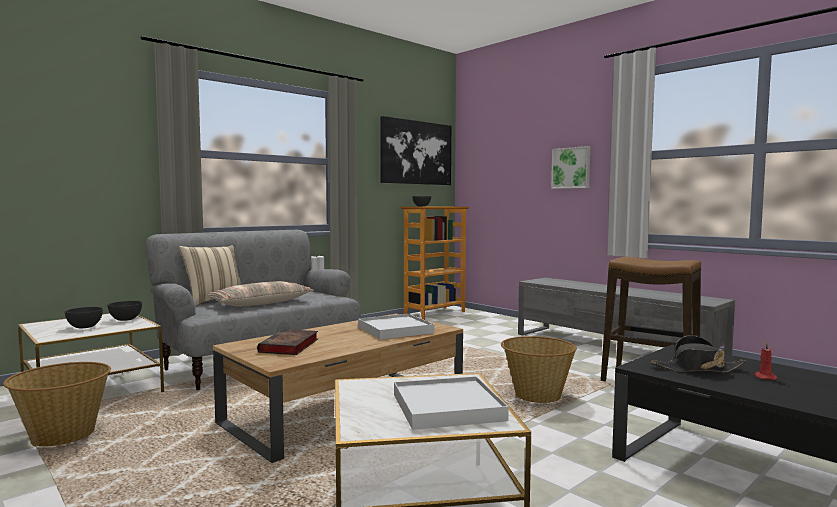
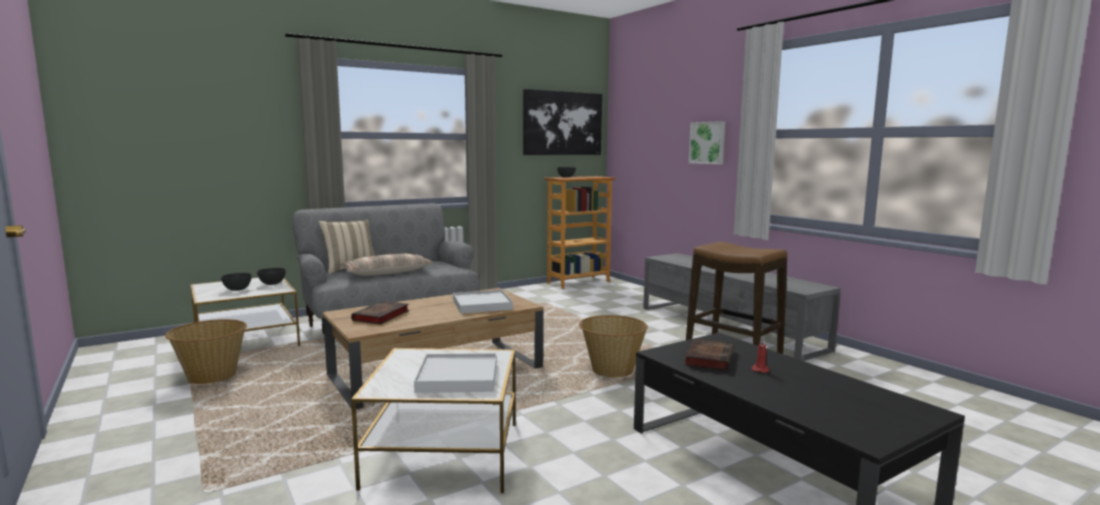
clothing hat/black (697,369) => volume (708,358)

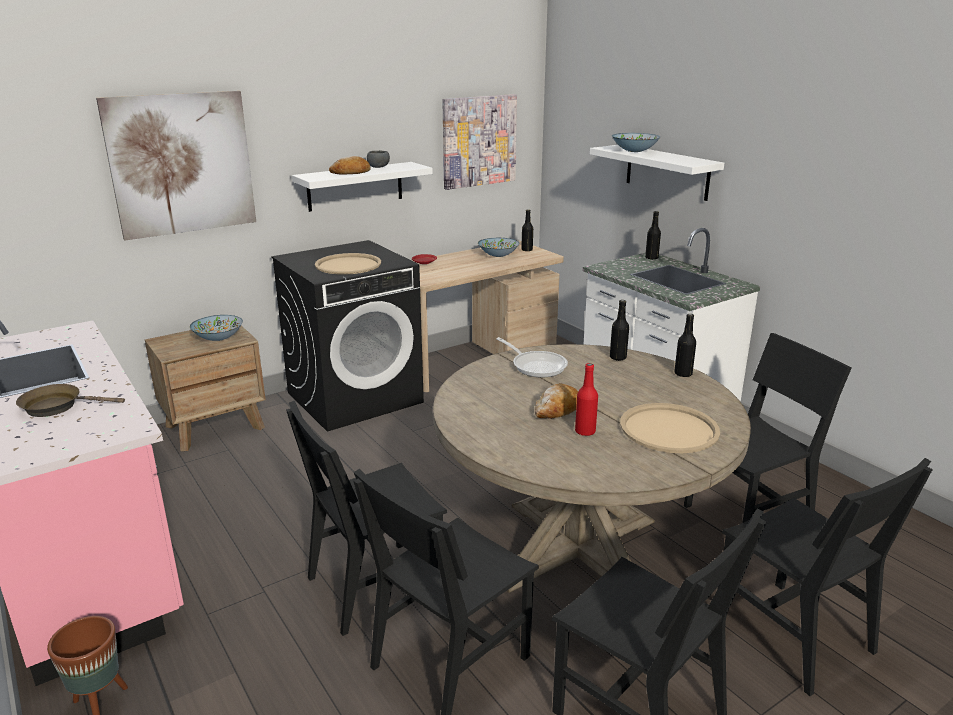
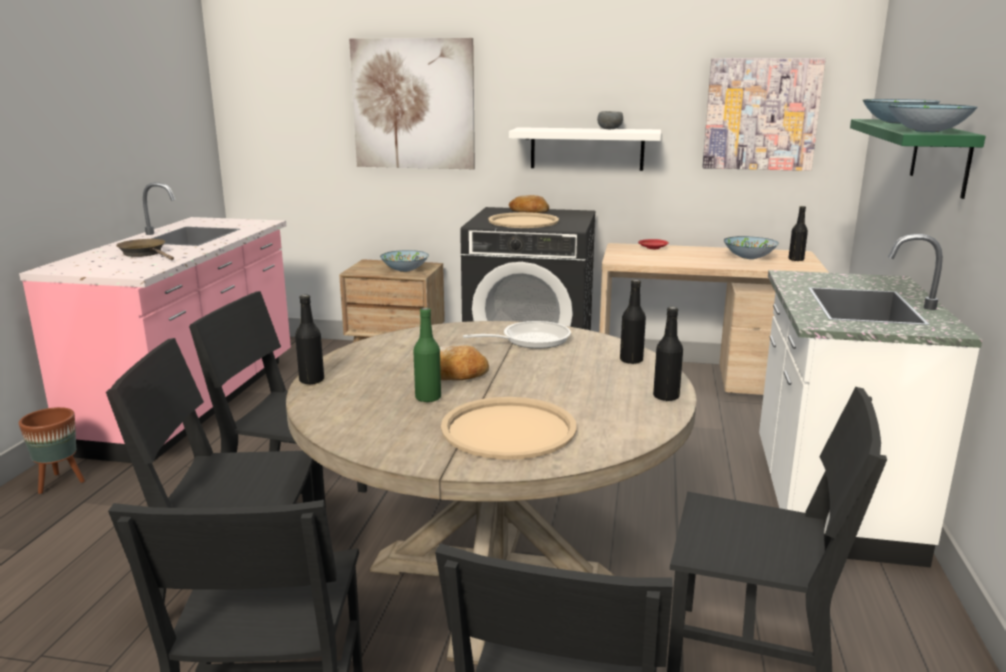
bottle/black (651,258) => bottle/black (311,380), shifted
bottle/reddish (585,431) => bottle/green-coloured (428,398)
pan (536,366) => pan (530,340), 120 degrees counterclockwise
bread (351,173) => bread (529,211), shifted
bracket shelf/white (667,172) => bracket shelf/green-coloured (940,156)
nothing => deep dish (927,131)

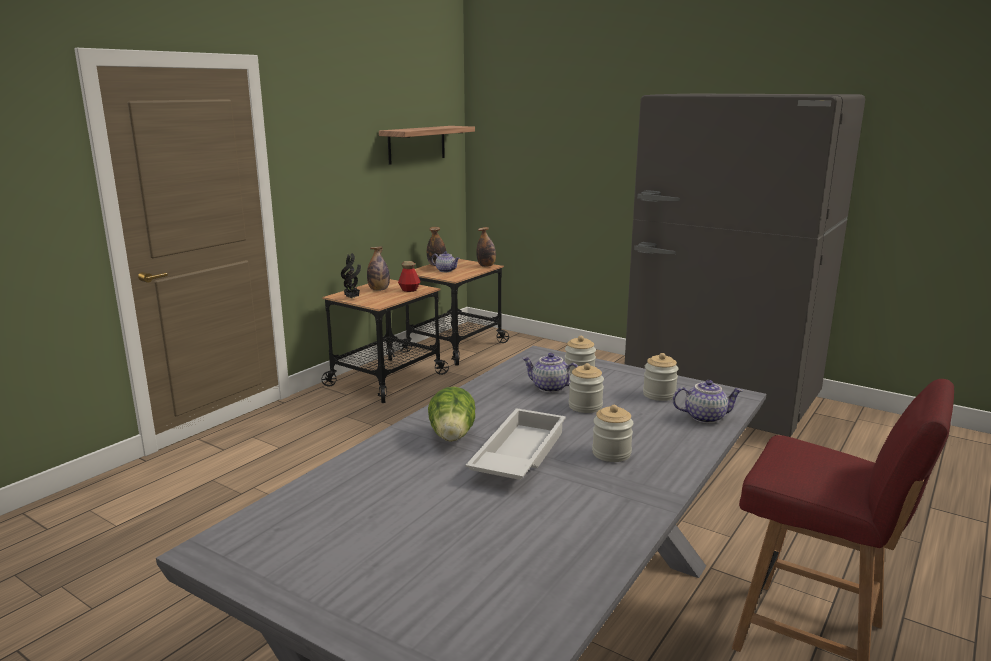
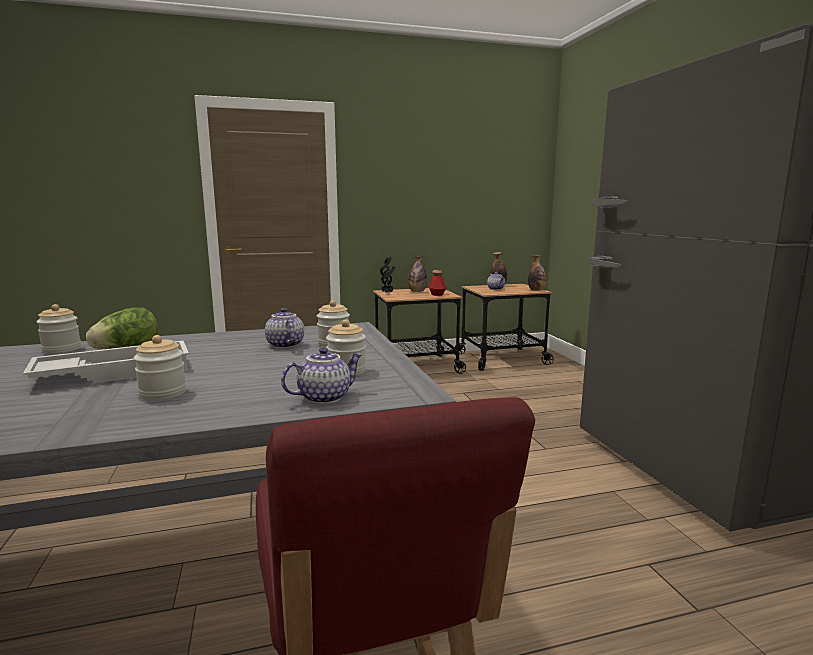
jar (585,406) => jar (62,349), shifted
tea pot (705,417) => tea pot (324,397), 75 degrees counterclockwise
bracket shelf (417,144) => nothing

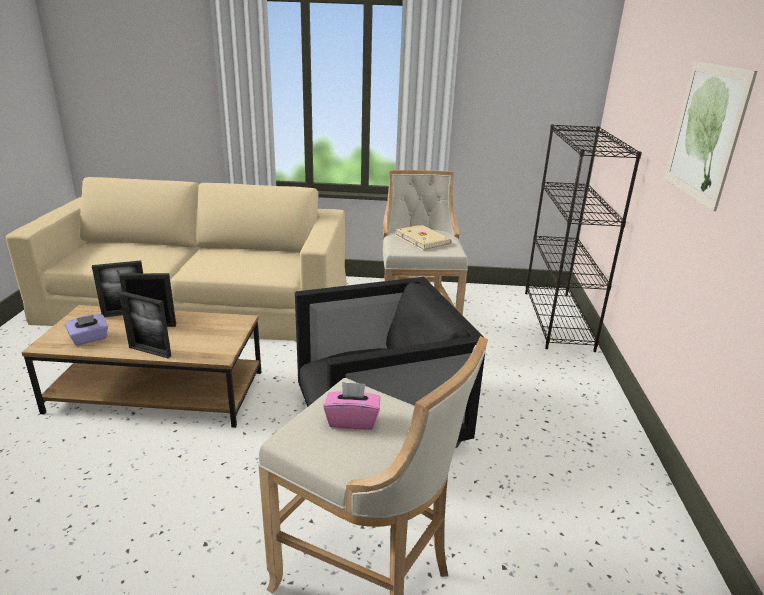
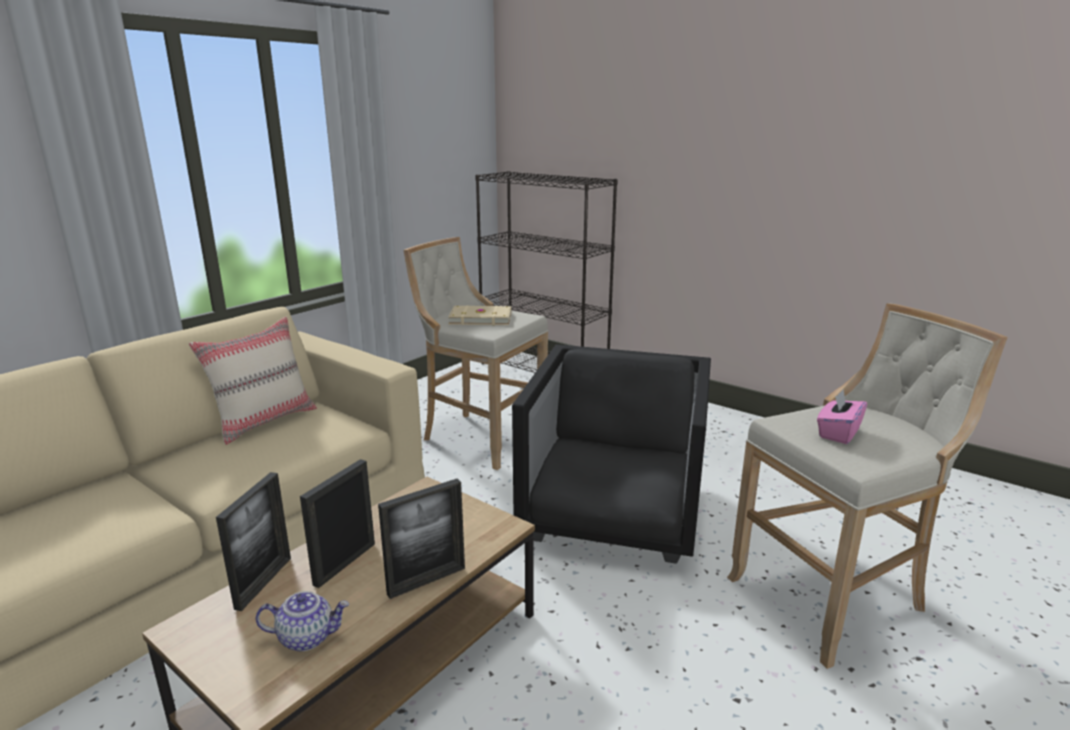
nothing => throw pillow/beige (264,421)
tissue box/purple (89,339) => tea pot (307,637)
picture (705,132) => nothing

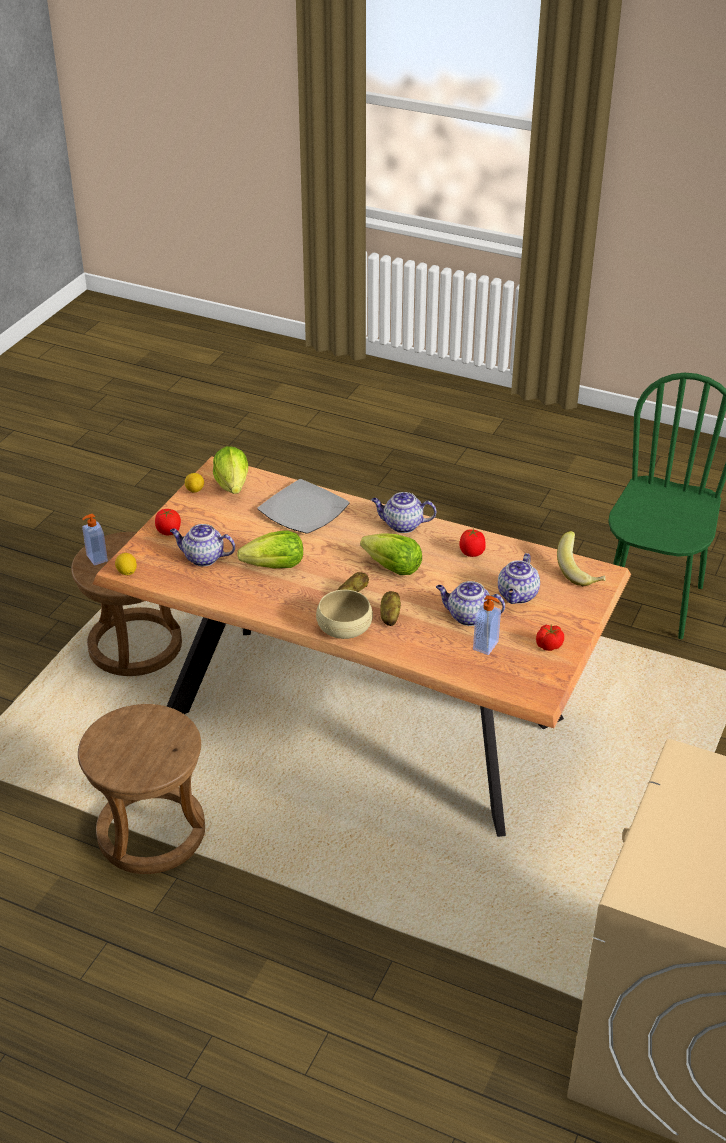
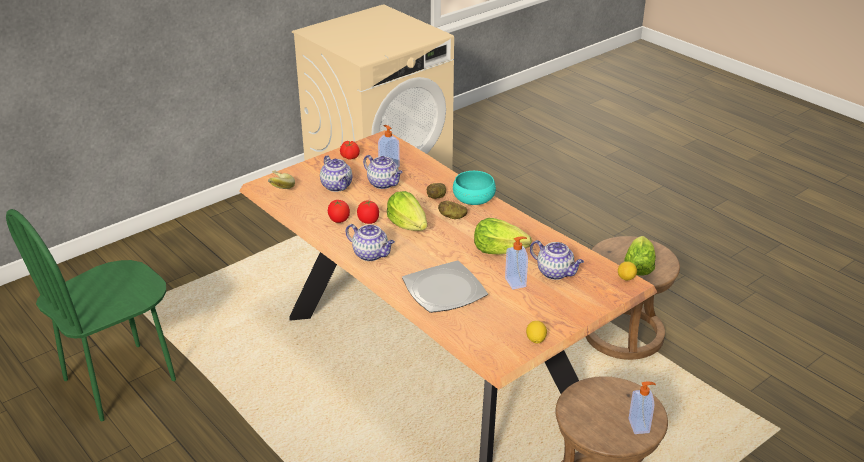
tea pot (517,596) => tea pot (337,186), 105 degrees clockwise
whole tomato (168,532) => whole tomato (368,221), shifted
deep dish/beige (344,627) => deep dish/turquoise-coloured (473,198)
nothing => liquid soap bottle (516,282)
lettuce (232,485) => lettuce (638,267), shifted

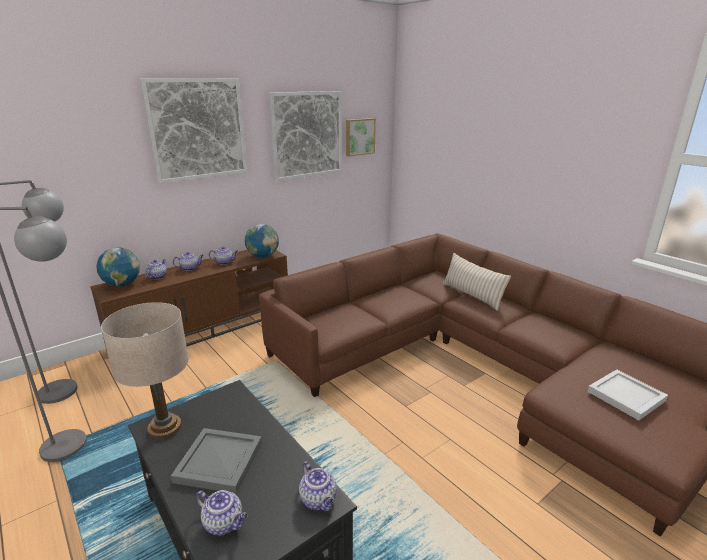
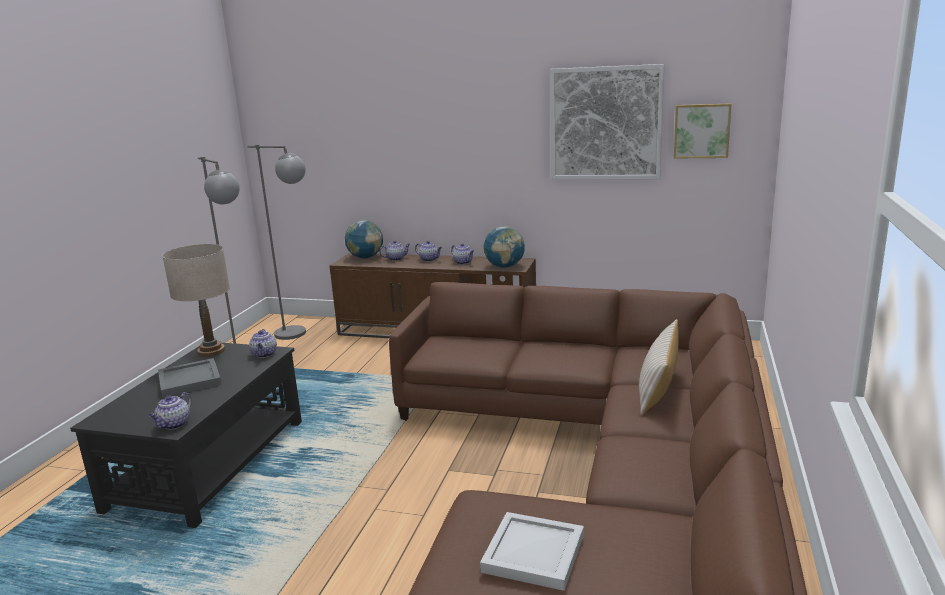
tea pot (224,523) => tea pot (264,354), shifted
picture (197,129) => nothing

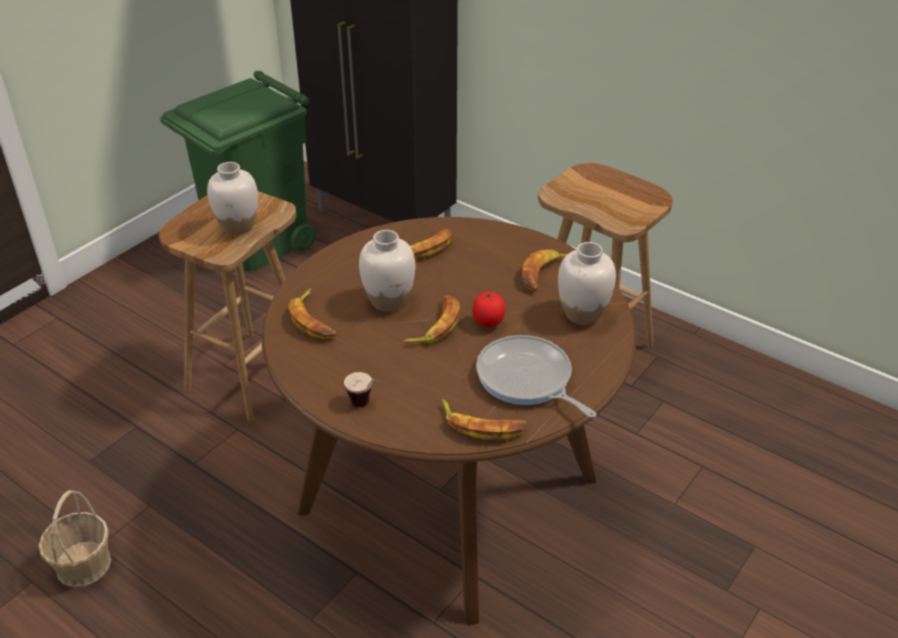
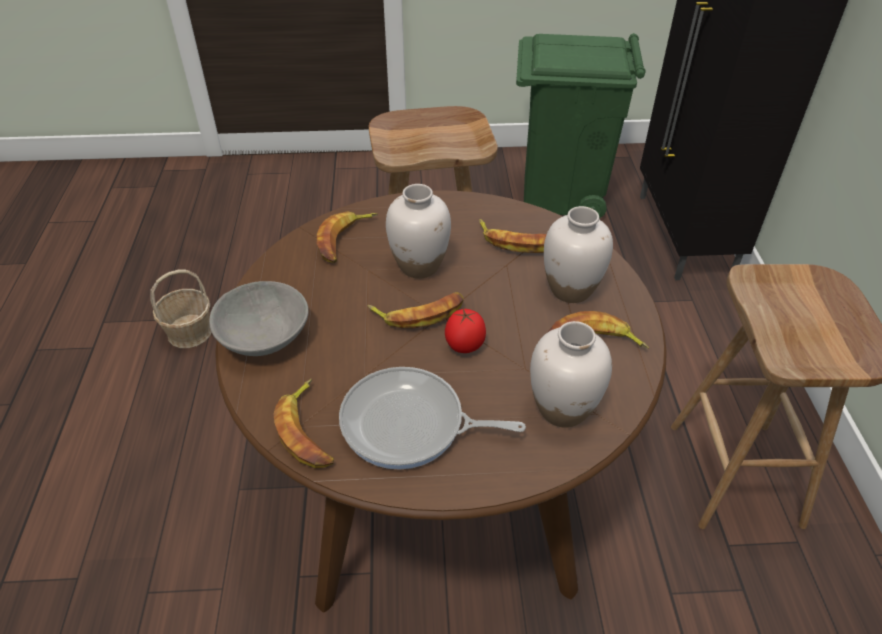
cup (368,406) => deep dish/greyish (265,337)
pan (527,379) => pan (409,425), 90 degrees counterclockwise
vase/white (238,227) => vase/white (570,290), shifted

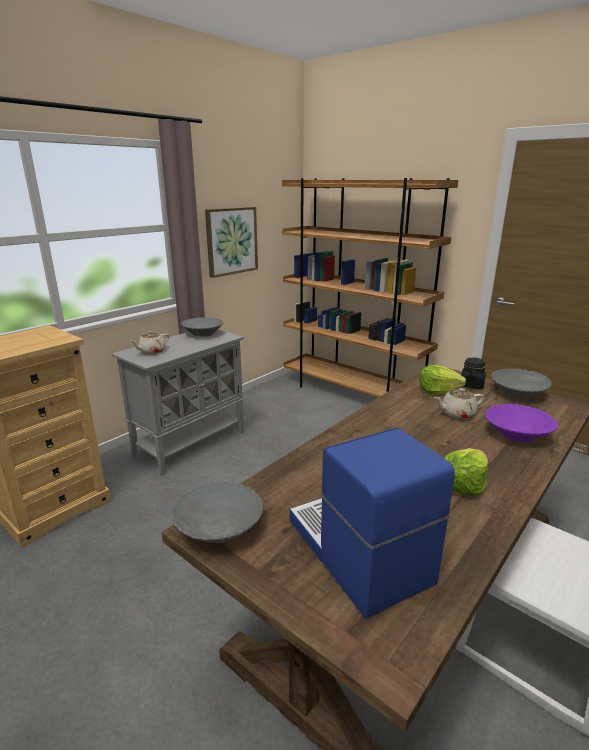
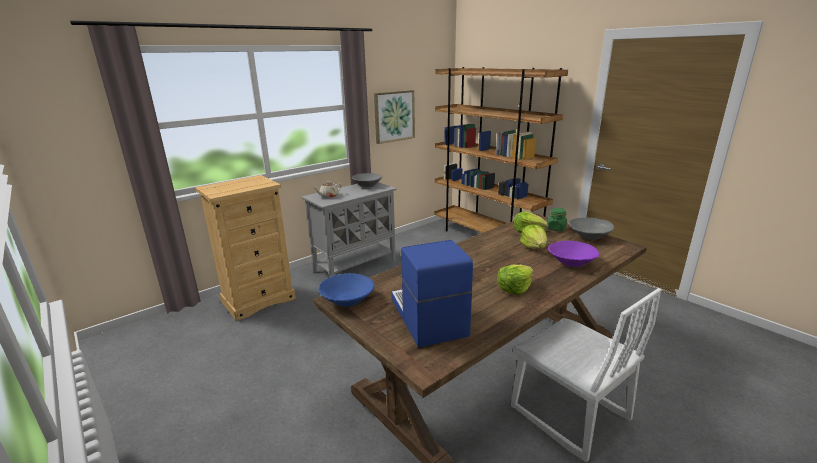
deep dish/greyish (219,528) => deep dish/blue-coloured (347,300)
tea pot/beige (457,413) => lettuce (534,247)
jar/black (471,385) => jar/green-coloured (556,228)

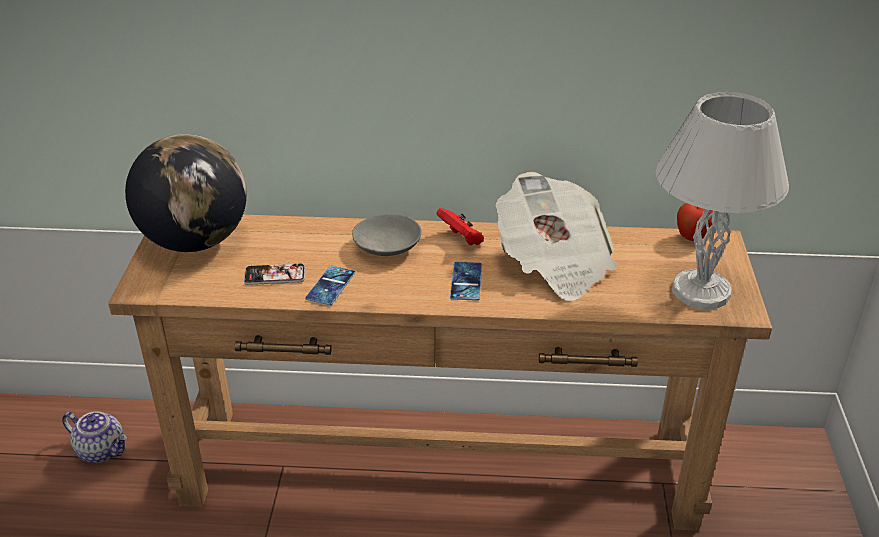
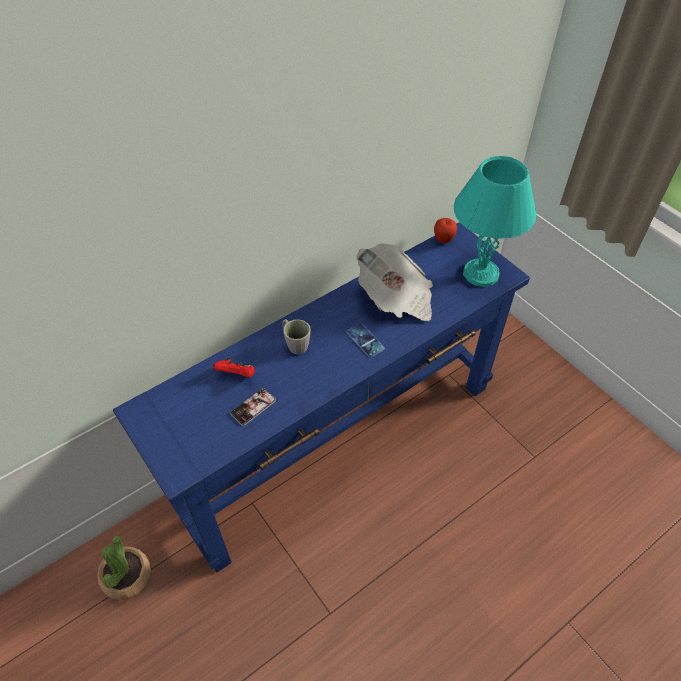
tea pot (102,450) => potted plant (126,576)
console table/brown-coloured (440,468) => console table/blue-coloured (338,442)
joypad/reddish (461,239) => joypad/reddish (237,375), shifted
deep dish/greyish (386,246) => mug/greyish (295,343)
table lamp/white (698,290) => table lamp/turquoise-coloured (479,274)
globe (195,241) => nothing
handset (330,286) => nothing

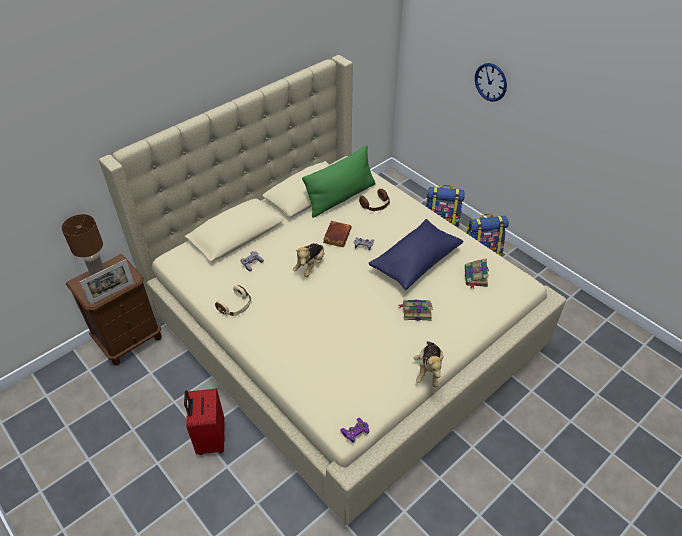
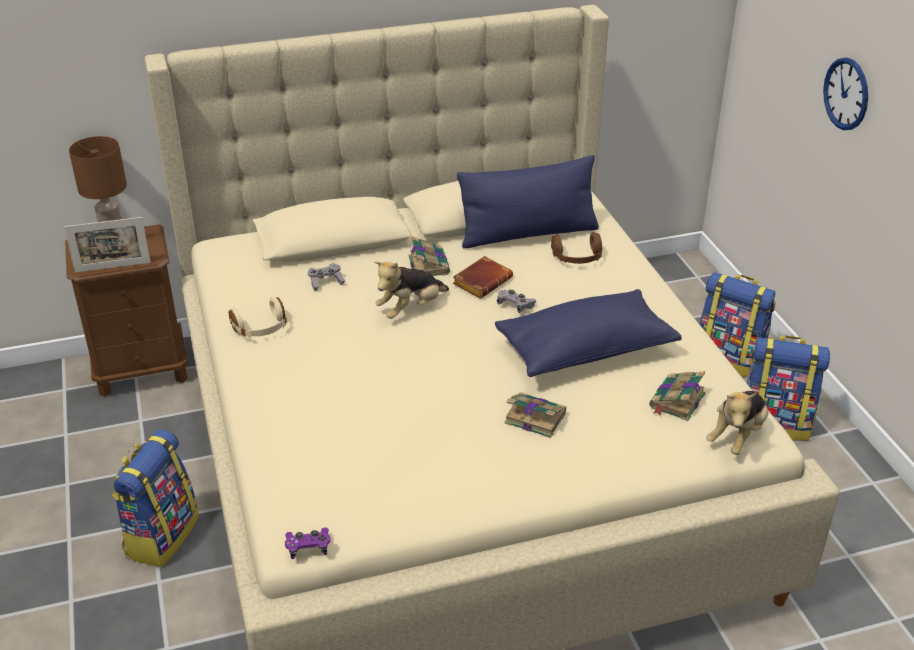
suitcase/reddish (210,439) => rucksack (161,535)
nothing => volume (428,264)
throw pillow/green-coloured (341,197) => throw pillow/blue-coloured (528,234)
soft toy (428,370) => soft toy (737,436), shifted

